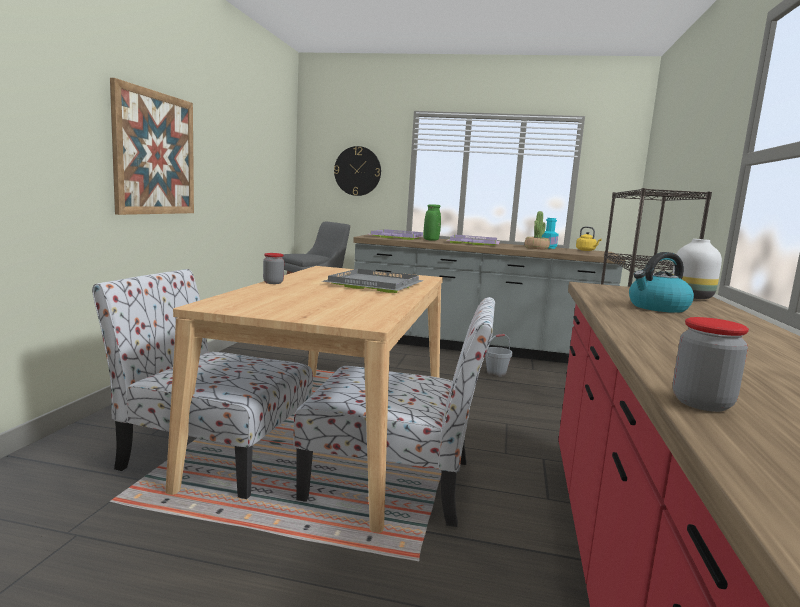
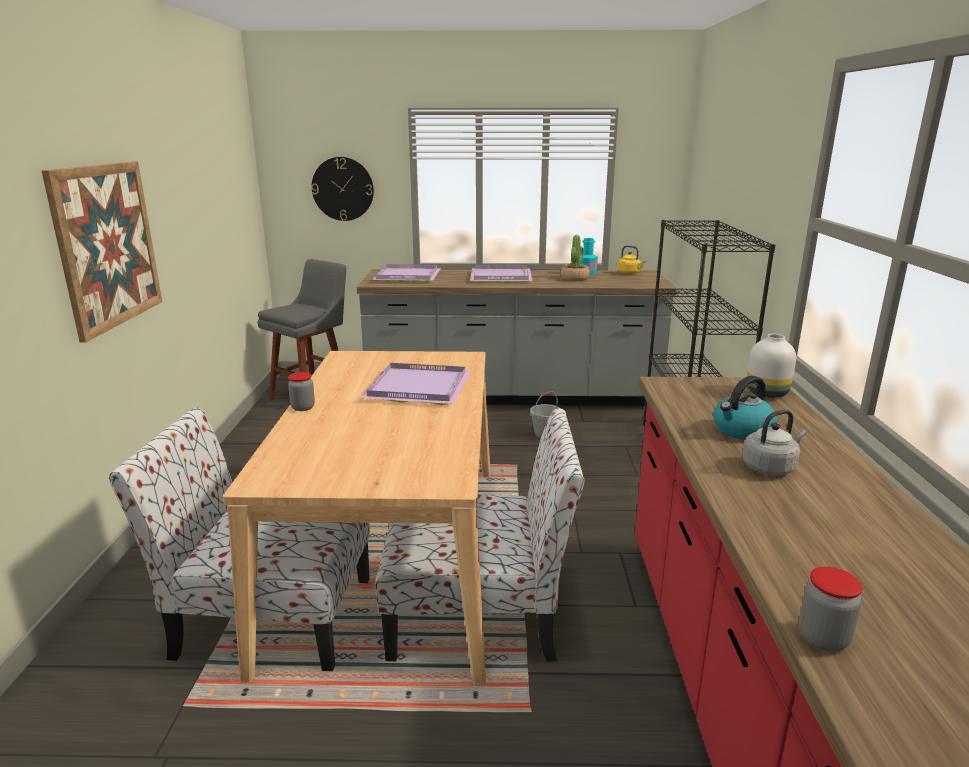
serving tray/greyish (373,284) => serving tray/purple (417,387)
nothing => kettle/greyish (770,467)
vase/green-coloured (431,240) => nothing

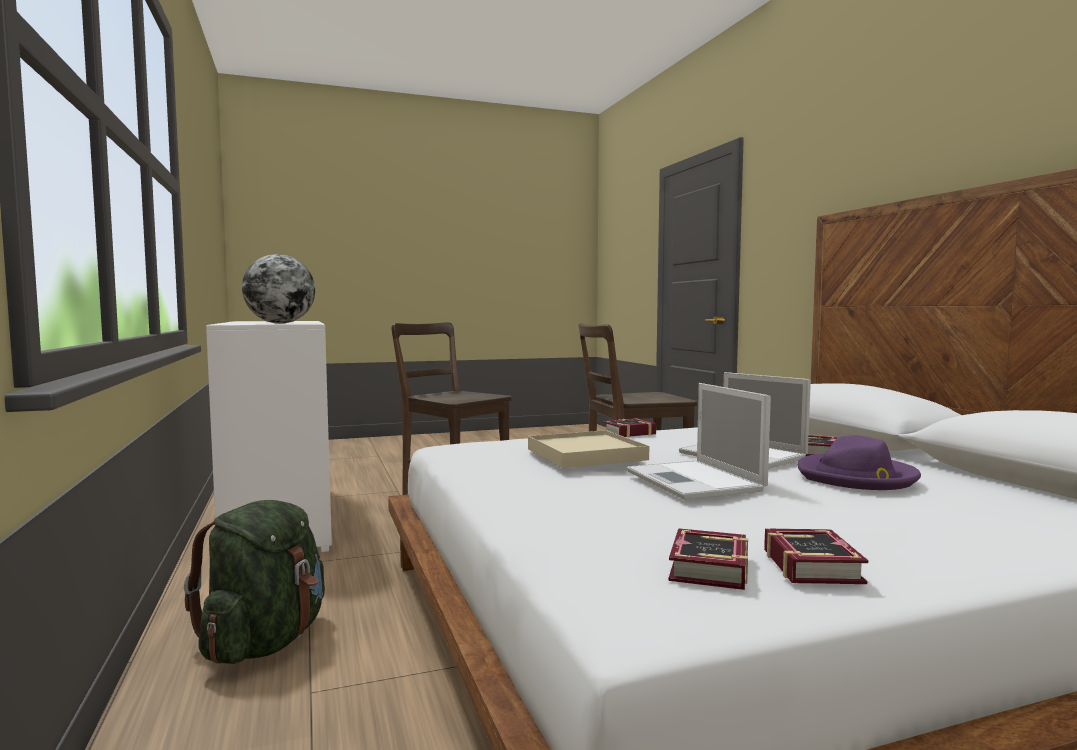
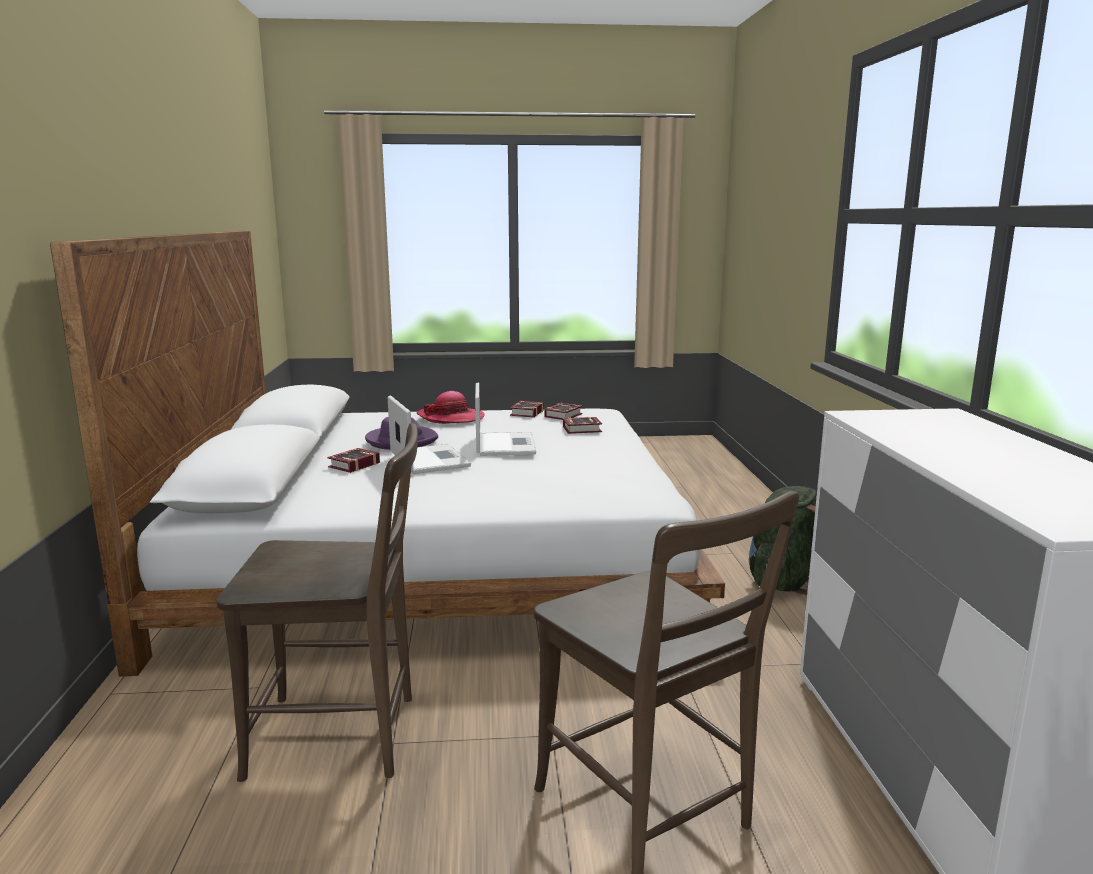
nothing => clothing hat (451,418)
volume (626,433) => volume (584,429), shifted
globe (280,323) => nothing
serving tray/beige (586,454) => nothing

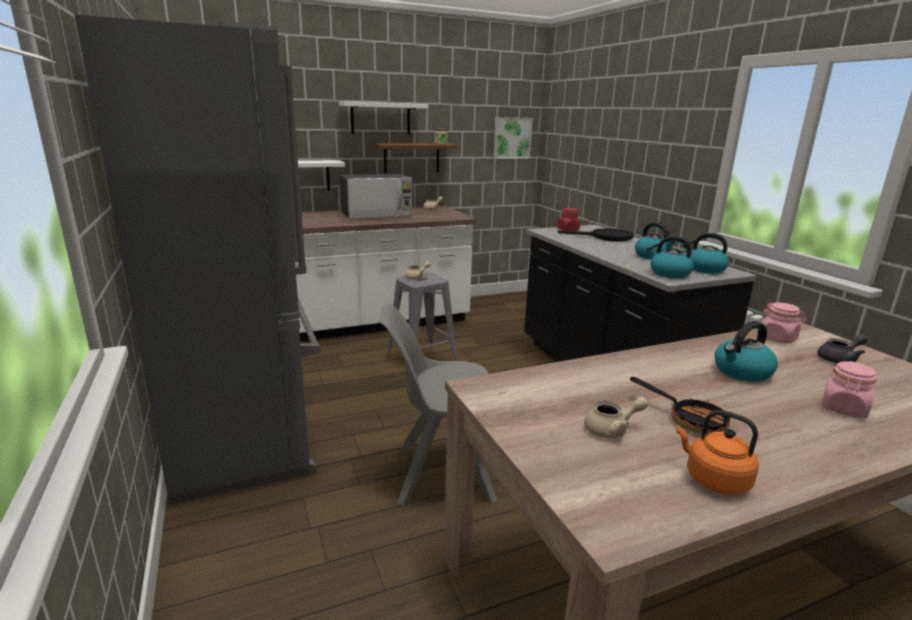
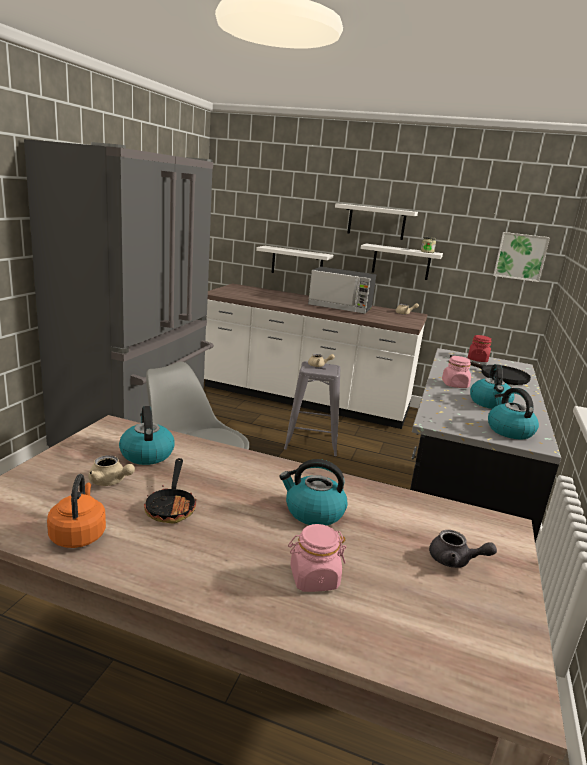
kettle (669,273) => kettle (146,454), shifted
bracket shelf/brown-coloured (412,158) => bracket shelf/white (401,262)
jar/pink (777,338) => jar/pink (455,385), shifted

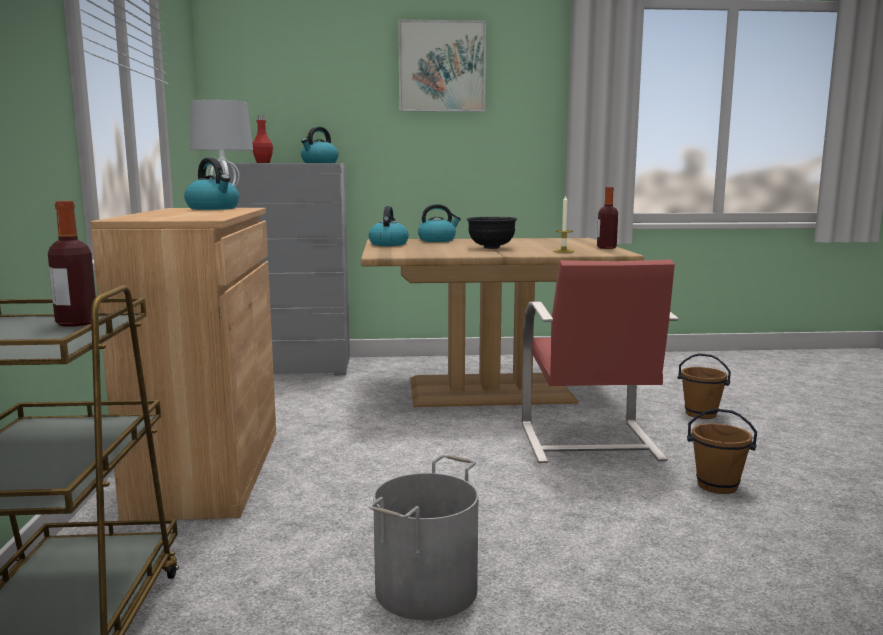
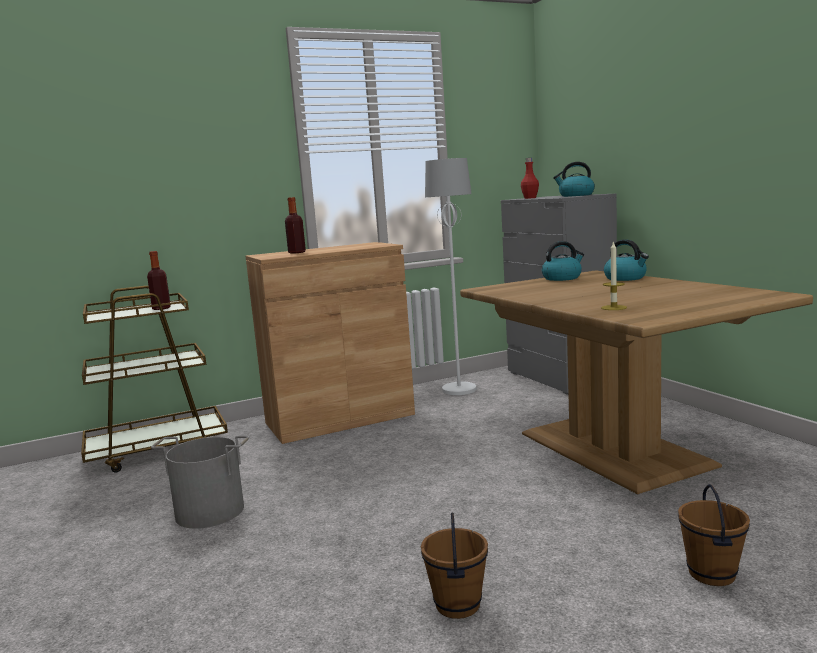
bottle (606,248) => bottle (297,252), shifted
kettle (213,208) => nothing
picture (442,66) => nothing
deep dish/black (490,248) => nothing
upright chair/reddish (589,443) => nothing

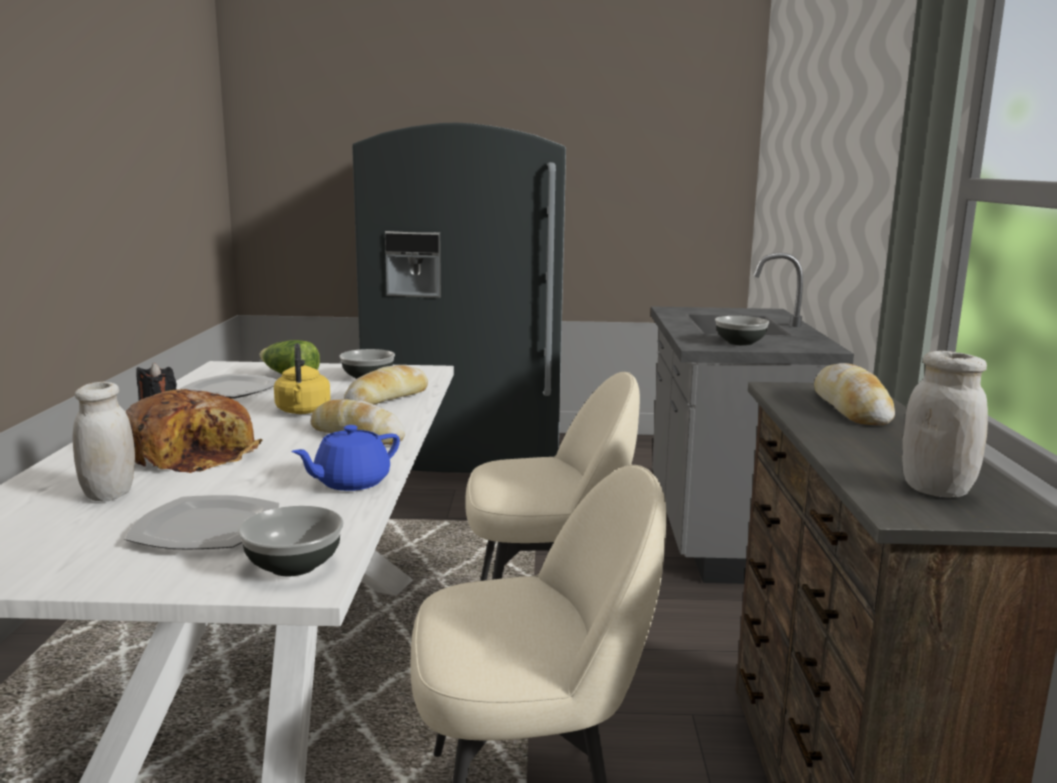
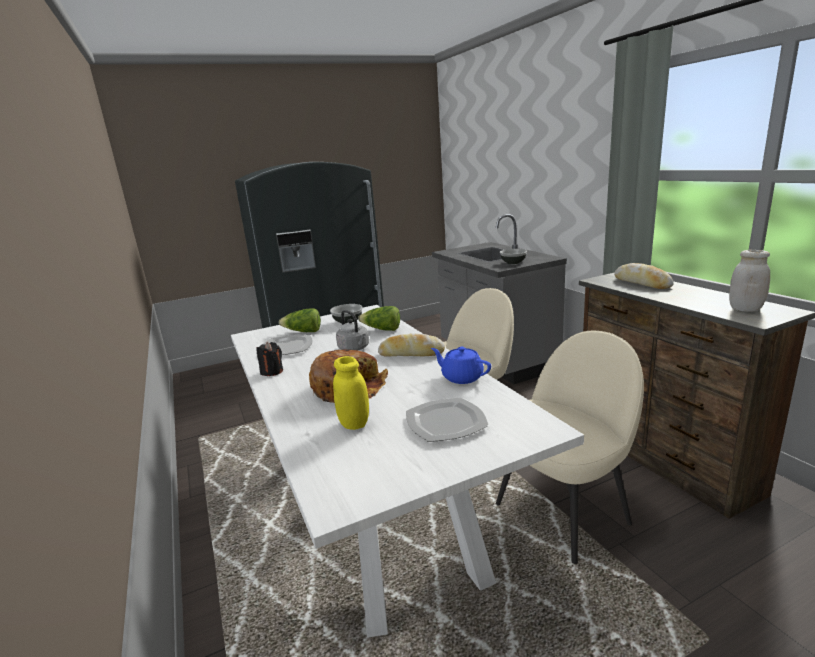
jar/white (109,494) => jar/yellow-coloured (354,423)
kettle/yellow-coloured (303,411) => kettle/greyish (355,349)
bread (387,397) => lettuce (382,329)
tea pot/blue-coloured (350,482) => tea pot/blue-coloured (461,377), 105 degrees clockwise
deep dish (293,566) => nothing

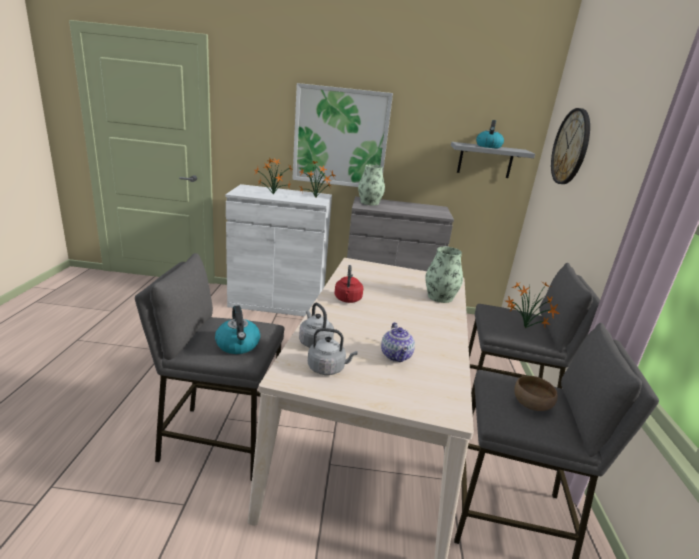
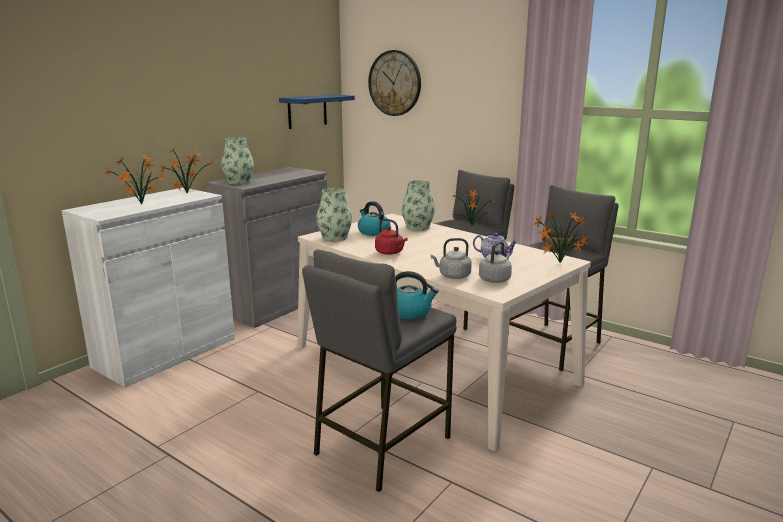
bracket shelf/greyish (485,160) => bracket shelf/blue-coloured (307,111)
nothing => vase (335,238)
kettle (488,146) => kettle (373,232), shifted
nothing => potted plant (558,263)
picture (340,137) => nothing

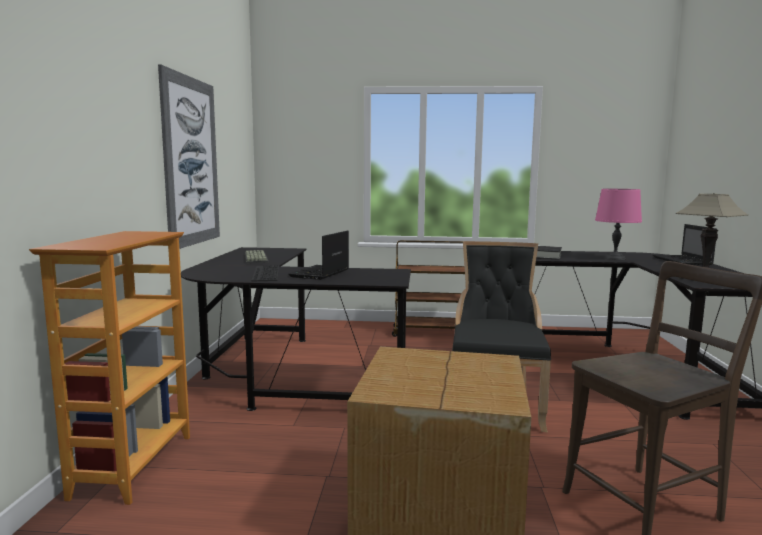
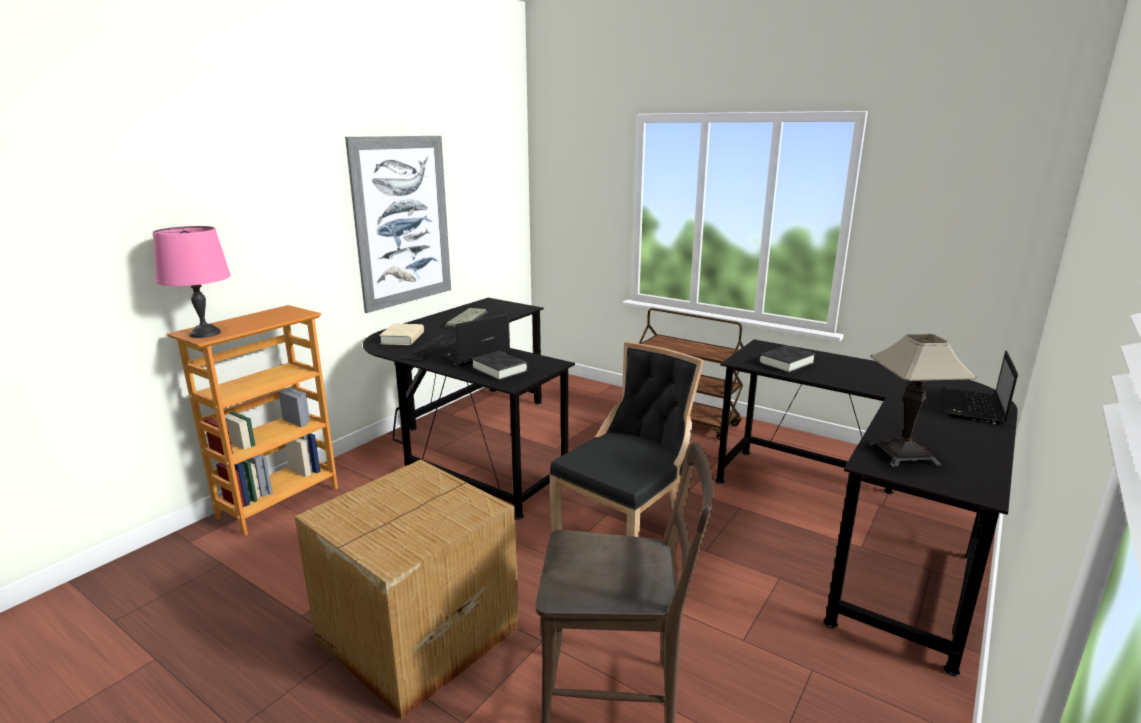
table lamp/pink (615,258) => table lamp/pink (206,333), shifted
nothing => volume/beige (402,338)
nothing => volume/black (500,370)

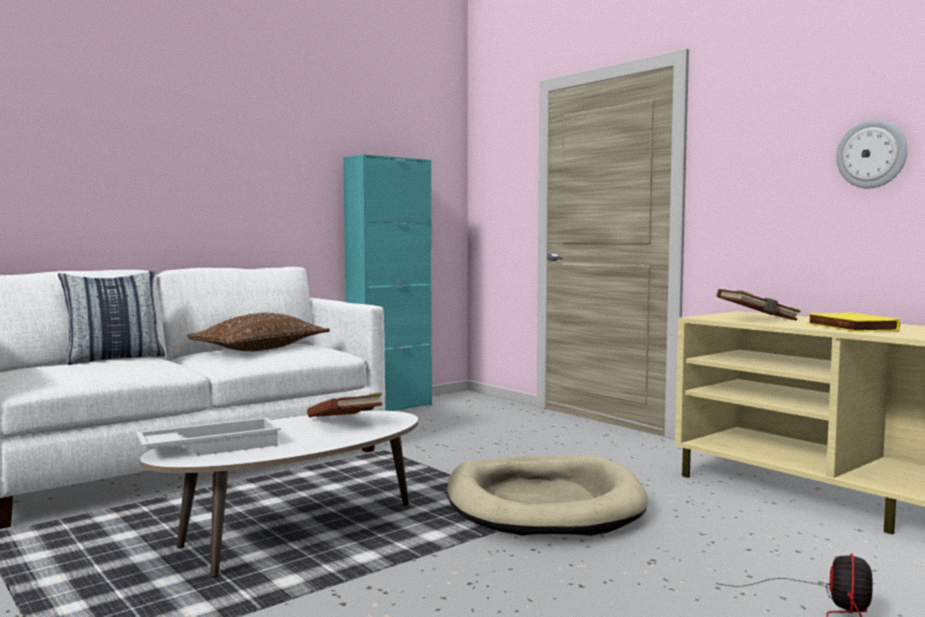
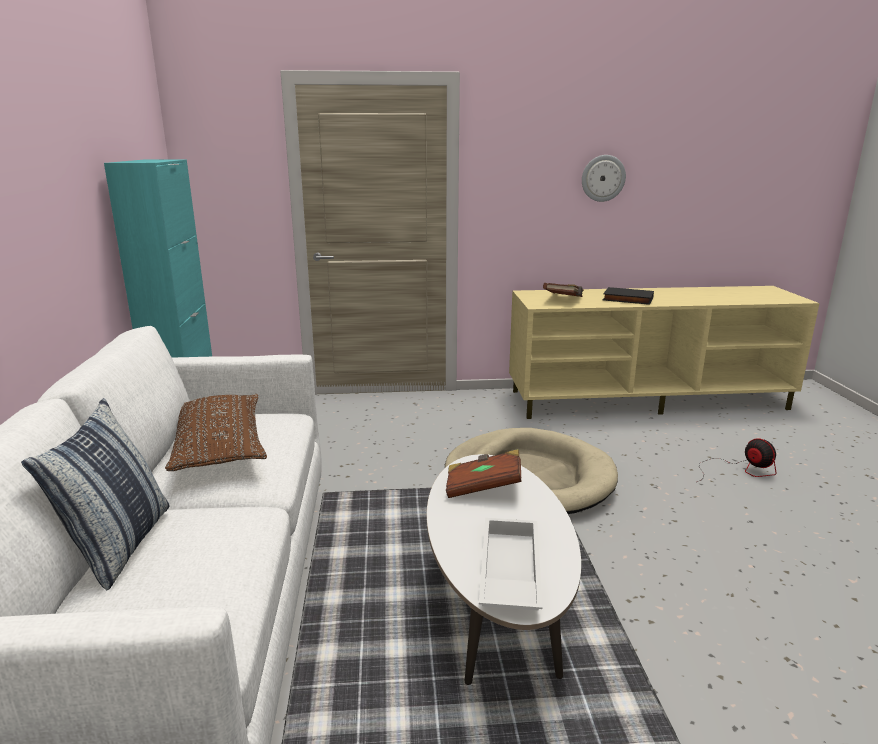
volume/yellow-coloured (849,327) => volume/black (627,299)

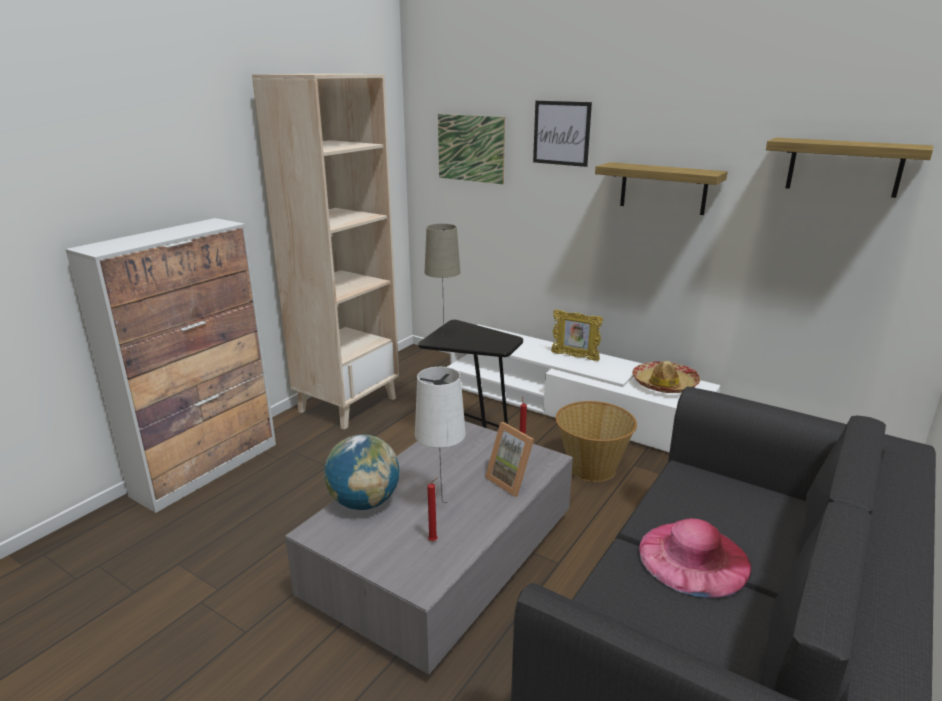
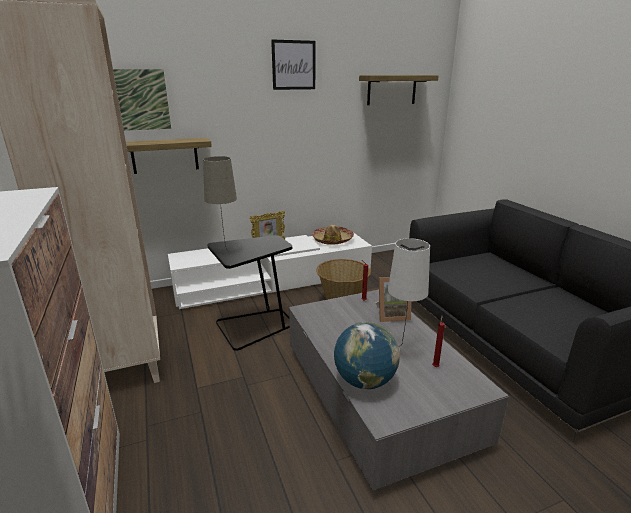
bracket shelf (663,188) => bracket shelf (165,155), shifted
picture (561,133) => picture (293,65), shifted
clothing hat/pink (694,557) => nothing

